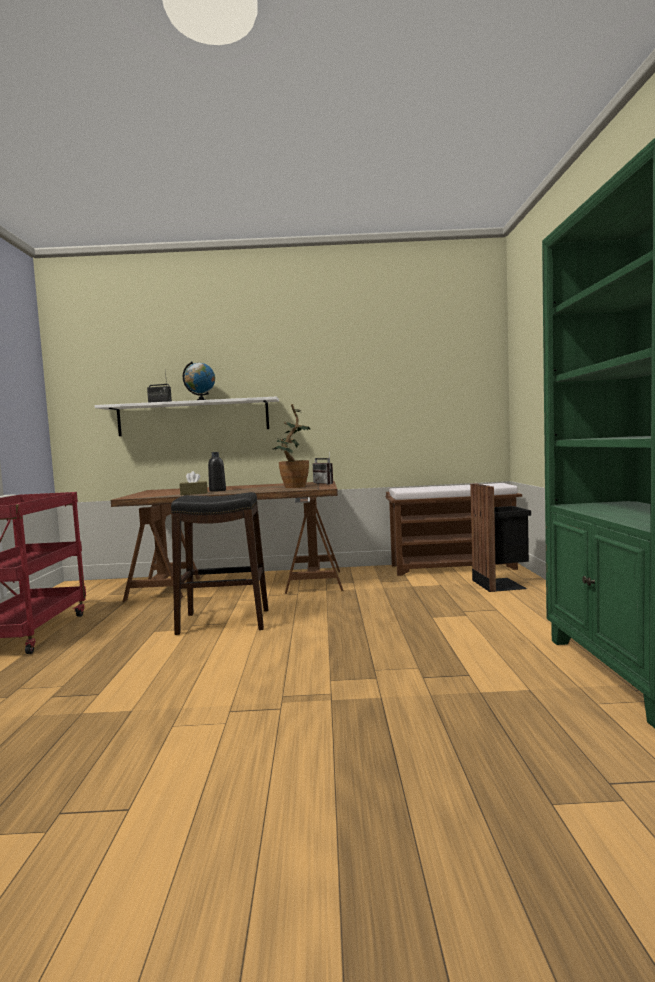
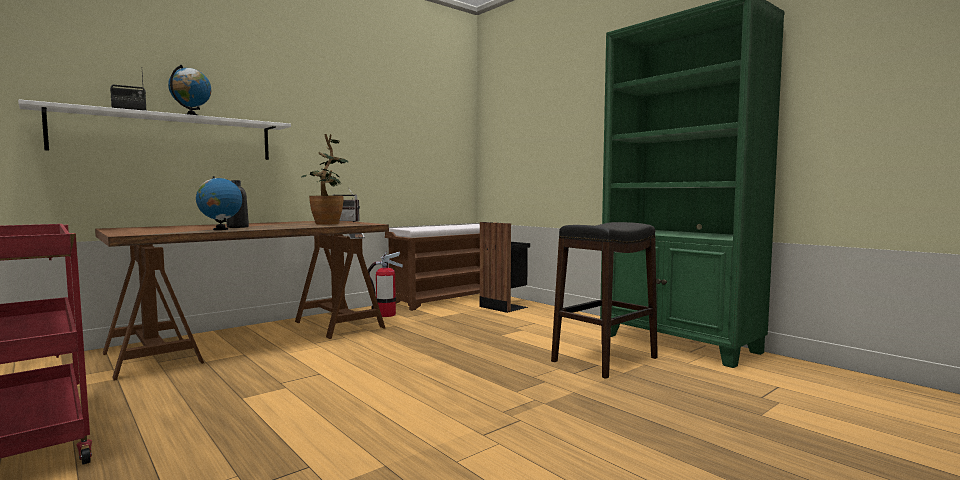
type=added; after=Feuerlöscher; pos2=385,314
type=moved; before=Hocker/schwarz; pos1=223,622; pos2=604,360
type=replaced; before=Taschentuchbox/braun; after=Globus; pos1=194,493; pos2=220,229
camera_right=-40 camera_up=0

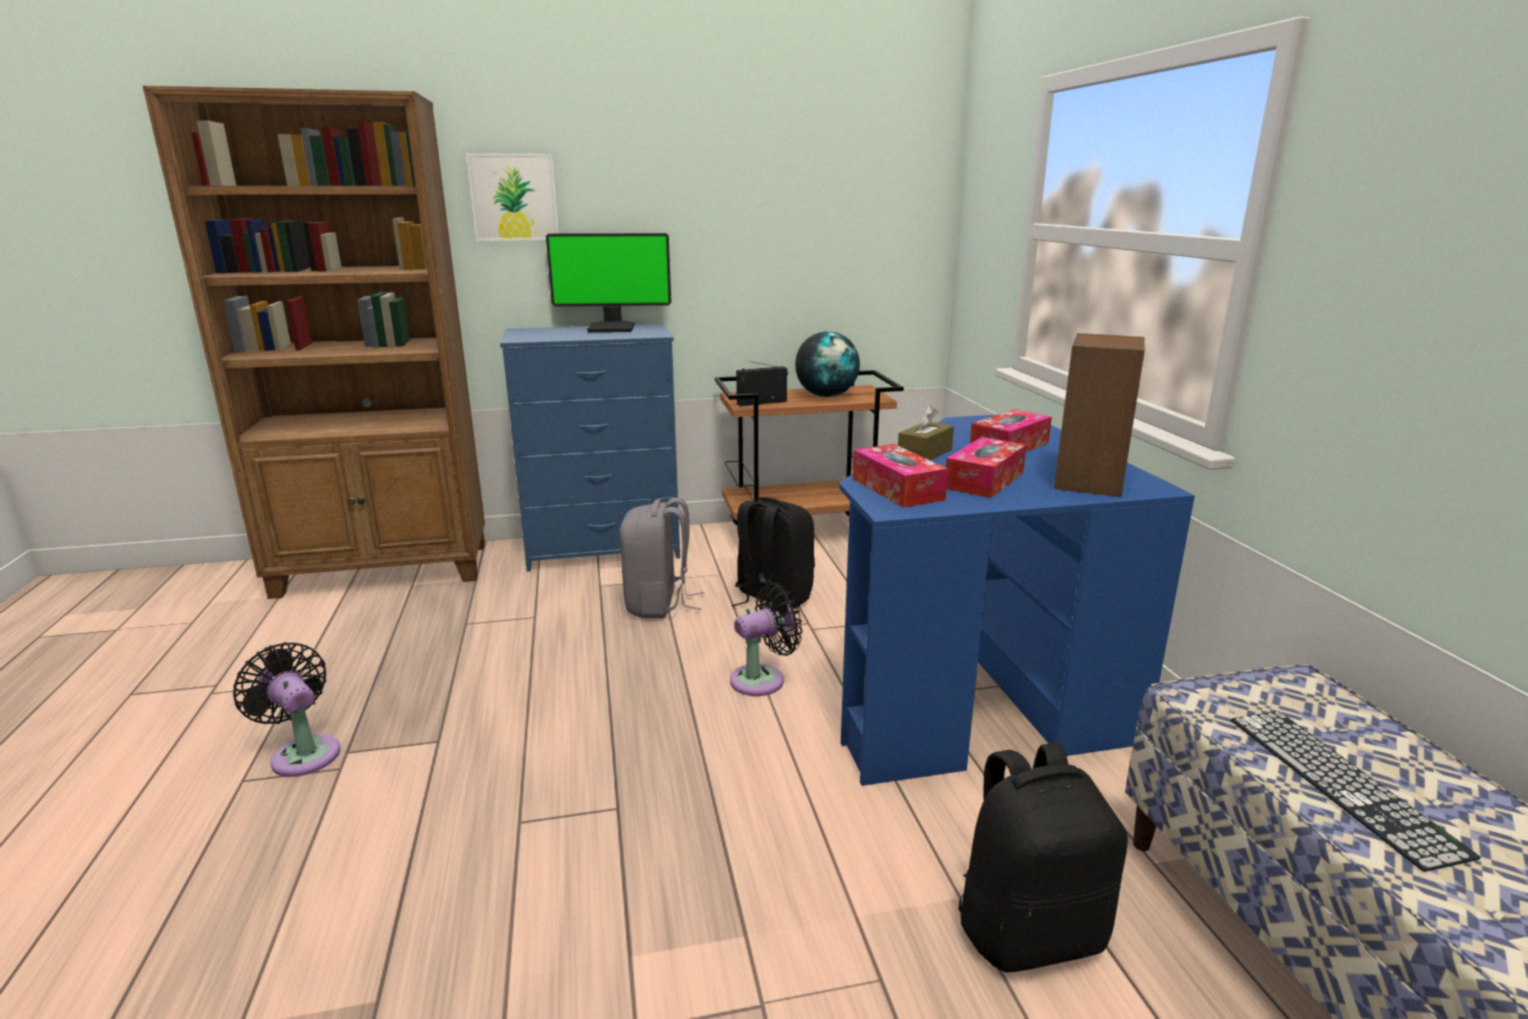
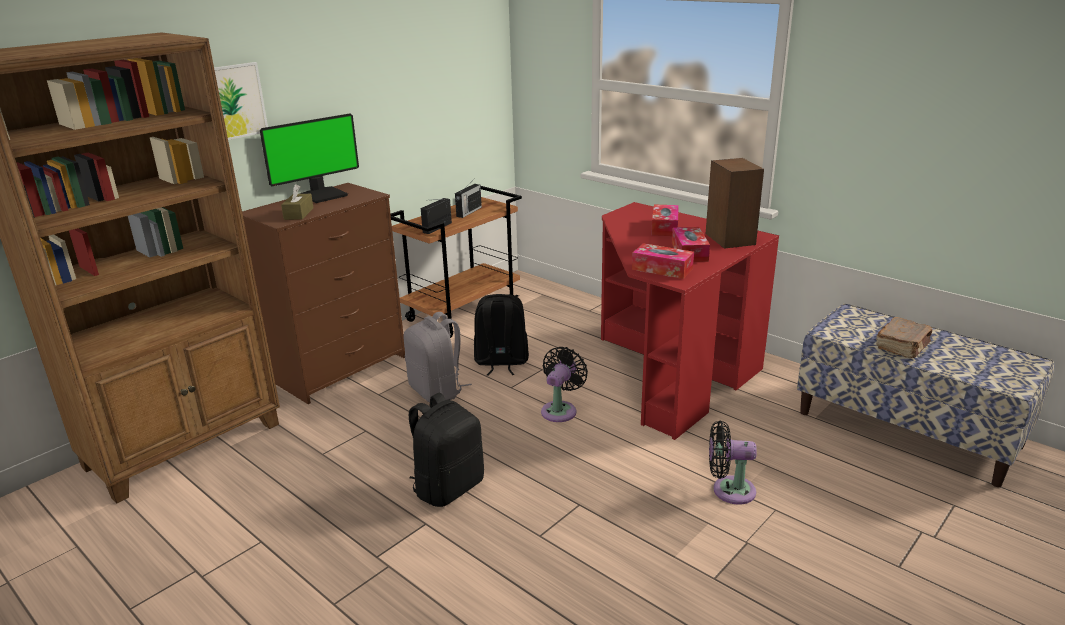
type=moved; before=Ventilator/schwarz; pos1=303,753; pos2=729,490
type=moved; before=Taschentuchbox/braun; pos1=925,453; pos2=298,213
type=moved; before=Rucksack/schwarz; pos1=1029,931; pos2=448,487
type=replaced; before=Globus; after=Radio; pos1=826,396; pos2=468,212
type=replaced; before=Tastatur; after=Buch/braun; pos1=1341,782; pos2=902,347
type=recoloured; before=Kommode/blau; after=Kommode/braun; pos1=604,548; pos2=340,368
type=recoloured; before=Schreibtisch/blau; after=Schreibtisch/rot; pos1=974,688; pos2=666,372
camera_right=-35 camera_up=5

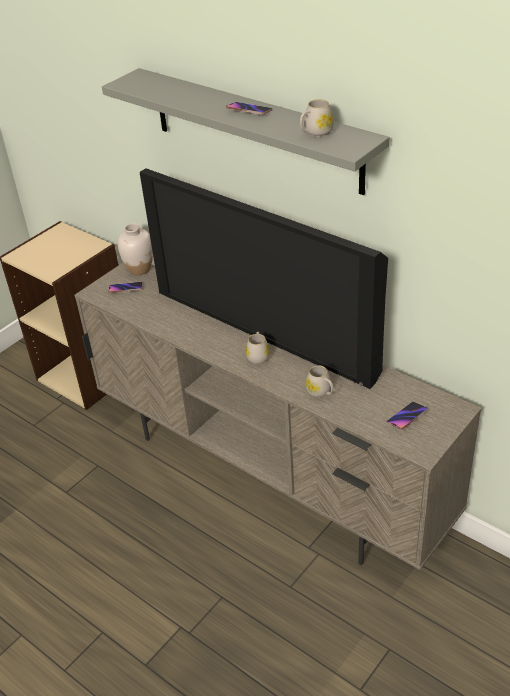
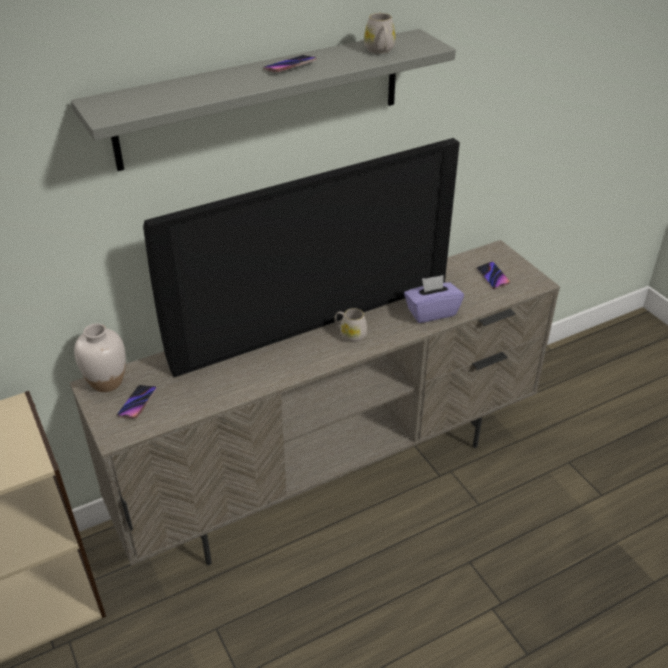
type=replaced; before=Henkelbecher/weiß; after=Taschentuchbox/lila; pos1=321,392; pos2=431,312
camera_right=-70 camera_up=0

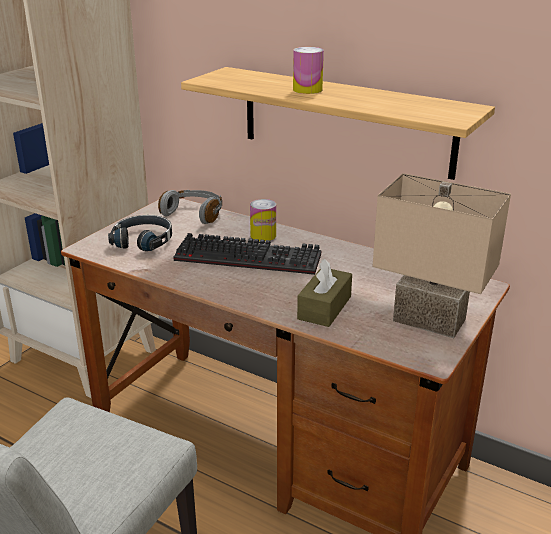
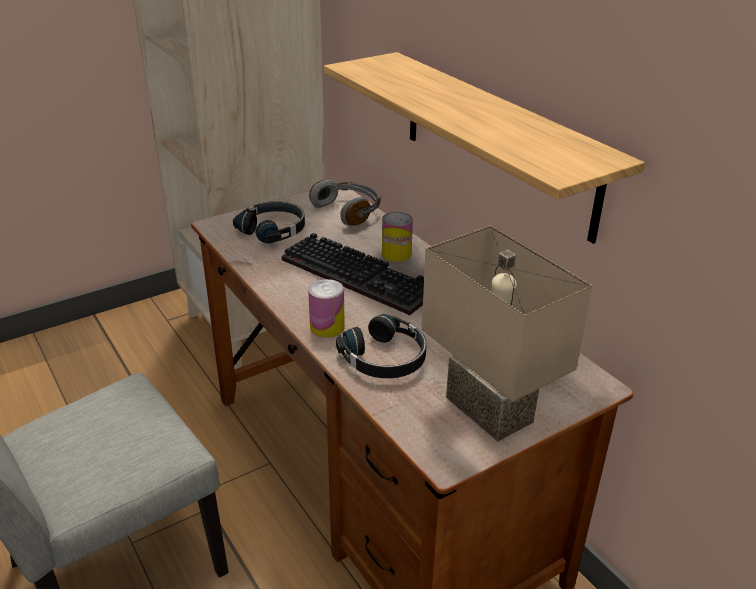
type=moved; before=Dose; pos1=307,90; pos2=327,327
type=replaced; before=Taschentuchbox/braun; after=Kopfhörer/schwarz; pos1=324,308; pos2=385,358
camera_right=25 camera_up=5

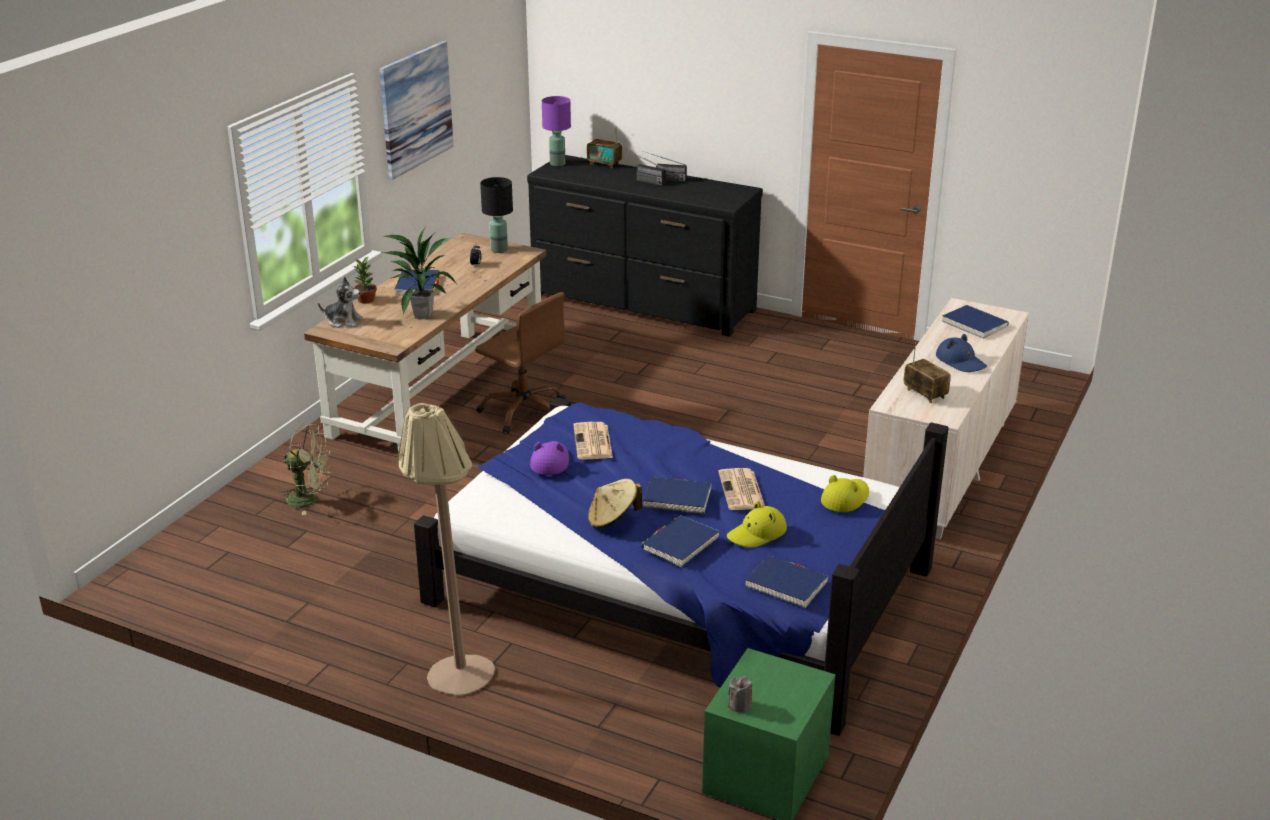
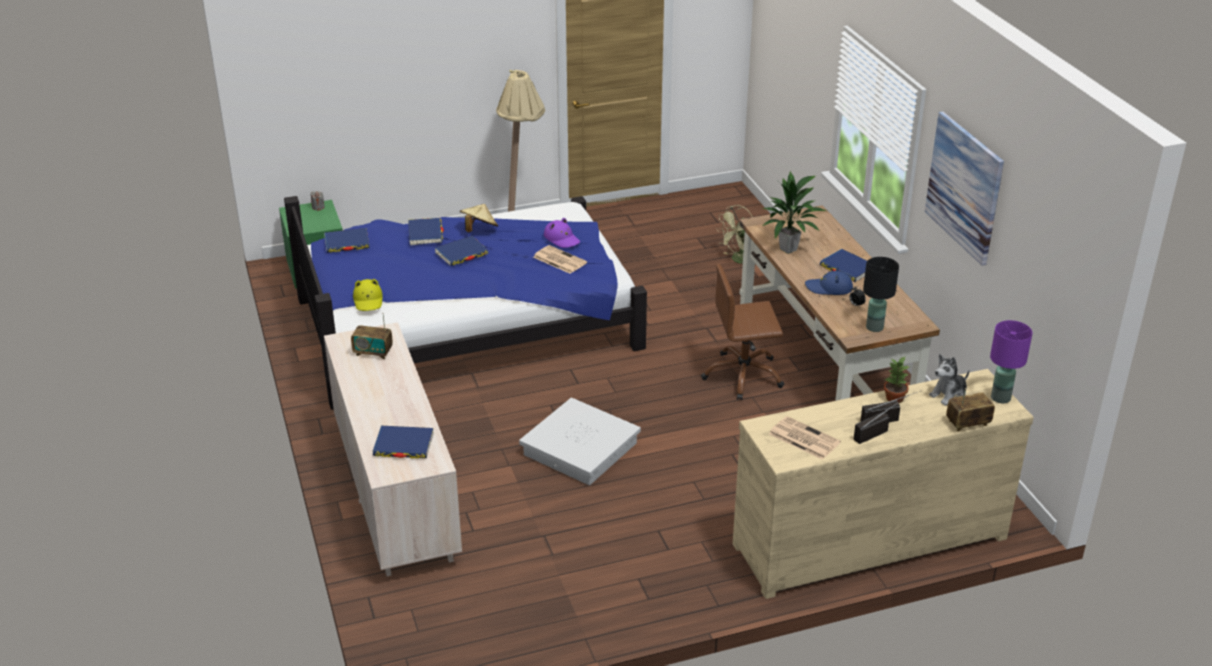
type=removed; before=Hut/gelb; pos1=757,534
type=added; after=Aufbewahrungsbox/weiß; pos2=580,448
type=moved; before=Plüschtier; pos1=343,321; pos2=949,394
type=moved; before=Topfpflanze; pos1=366,300; pos2=894,398
type=moved; before=Zeitung; pos1=742,491; pos2=803,438
type=moved; before=Hut/blau; pos1=960,361; pos2=829,288
type=recoloured; before=Kommode/schwarz; after=Kommode/beige; pos1=643,303; pos2=868,540
camera_right=135 camera_up=5

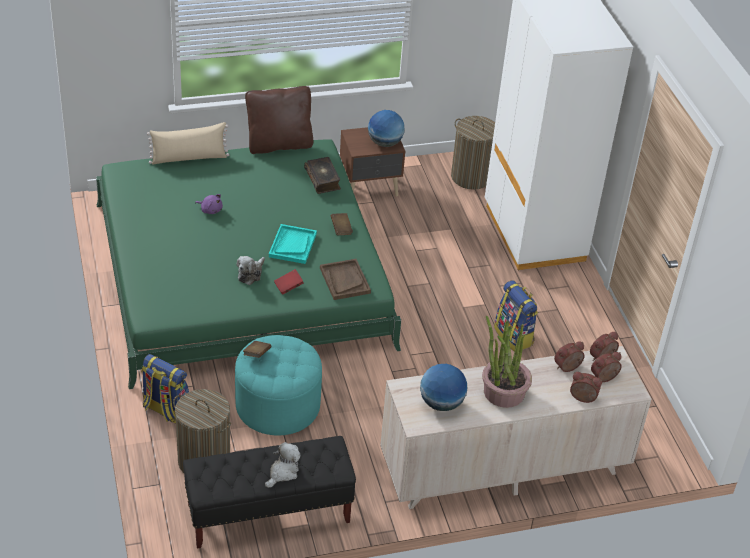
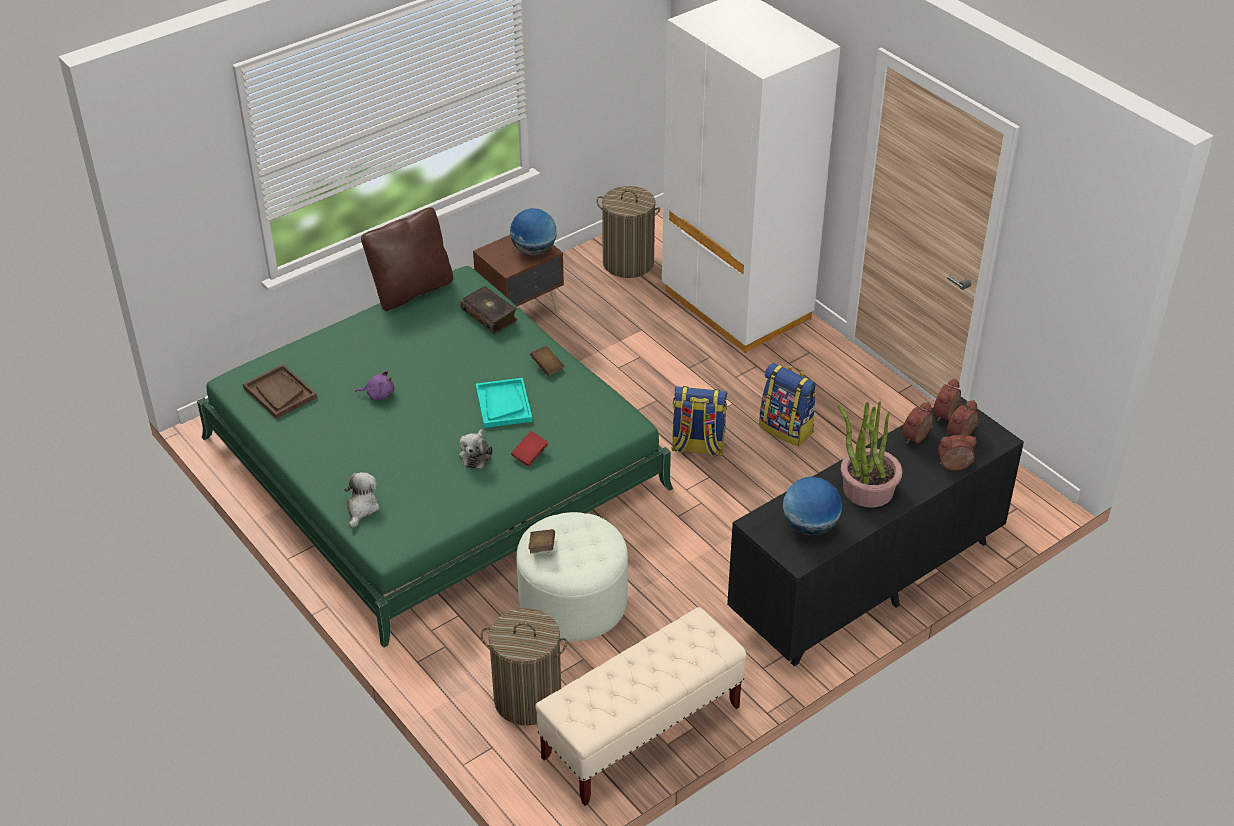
type=removed; before=Kissen/beige; pos1=189,158
type=moved; before=Rucksack; pos1=165,409; pos2=697,447
type=moved; before=Plüschtier; pos1=283,472; pos2=362,508
type=moved; before=Tablett/braun; pos1=344,280; pos2=280,393
type=recoloured; before=Bank/schwarz; after=Bank/beige; pos1=268,514; pos2=641,733
type=recoloured; before=Polsterhocker/türkis; after=Polsterhocker/weiß; pos1=278,405; pos2=573,602
type=recoloured; before=Kommode/beige; after=Kommode/schwarz; pos1=503,468; pos2=866,581
camera_right=-20 camera_up=0

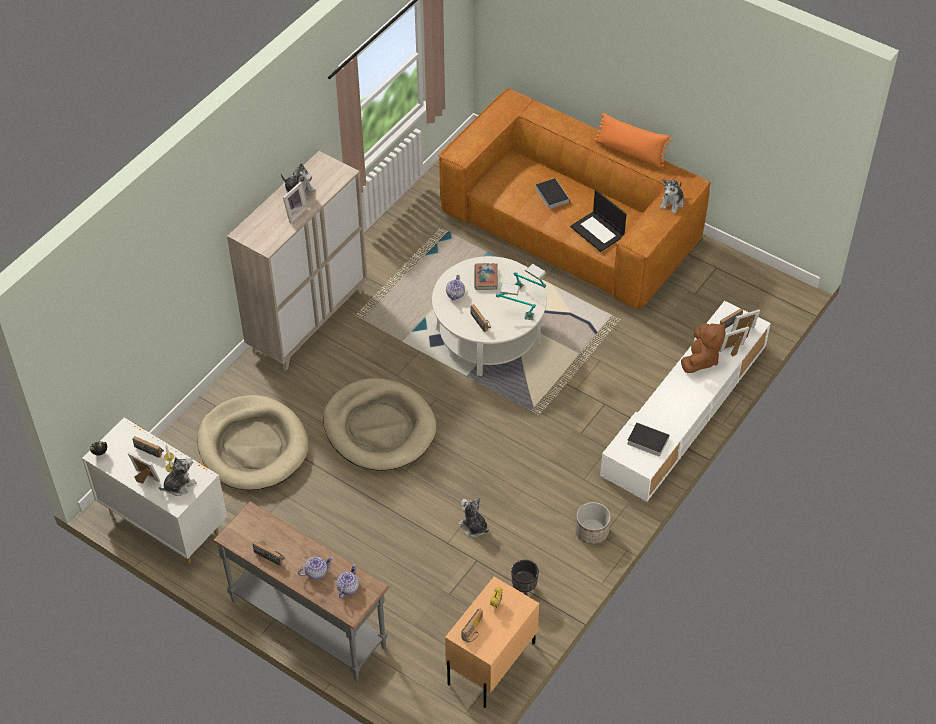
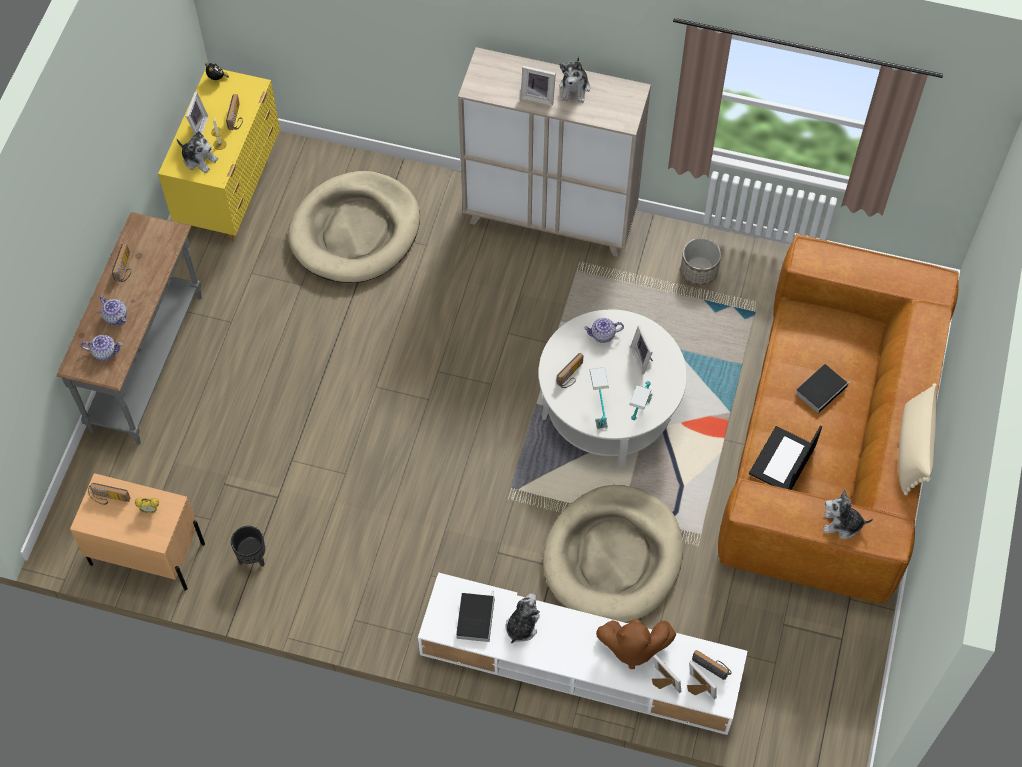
type=moved; before=Hundebett/beige; pos1=379,428; pos2=613,557
type=moved; before=Plüschtier; pos1=473,527; pos2=521,626
type=moved; before=Pflanzkübel; pos1=592,532; pos2=698,271
type=replaced; before=Buch; after=Bilderrahmen; pos1=486,278; pos2=642,359
type=recoloured; before=Kommode/weiß; after=Kommode/gelb; pos1=164,521; pos2=231,190
type=recoloured; before=Kissen/orange; after=Kissen/beige; pos1=630,152; pos2=913,448
camera_right=70 camera_up=10

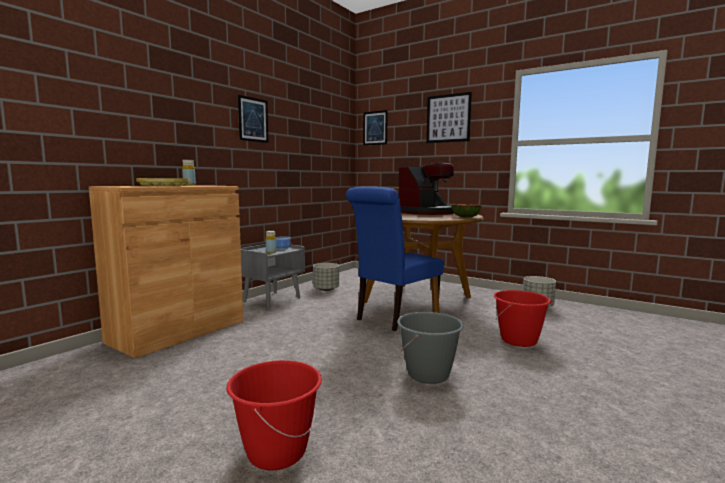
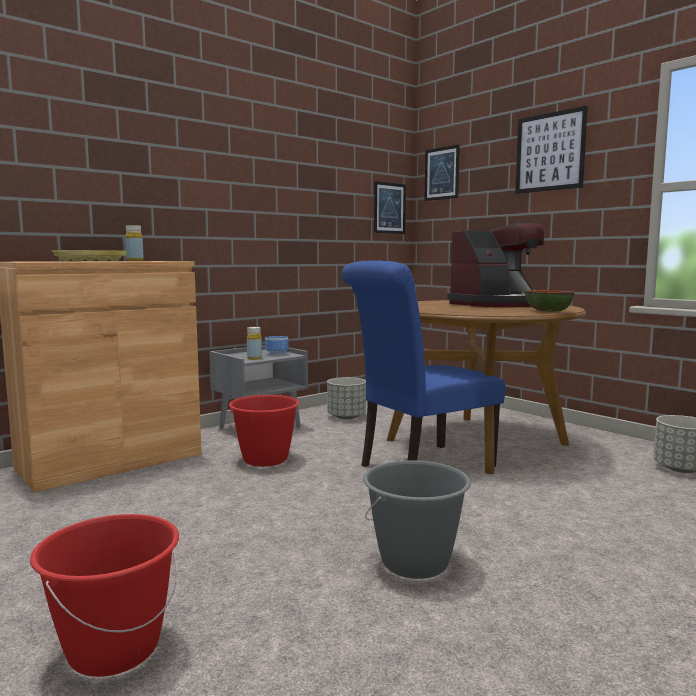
type=moved; before=Bild; pos1=253,119; pos2=389,208
type=moved; before=Eimer/rot; pos1=519,340; pos2=265,459
camera_right=15 camera_up=0

